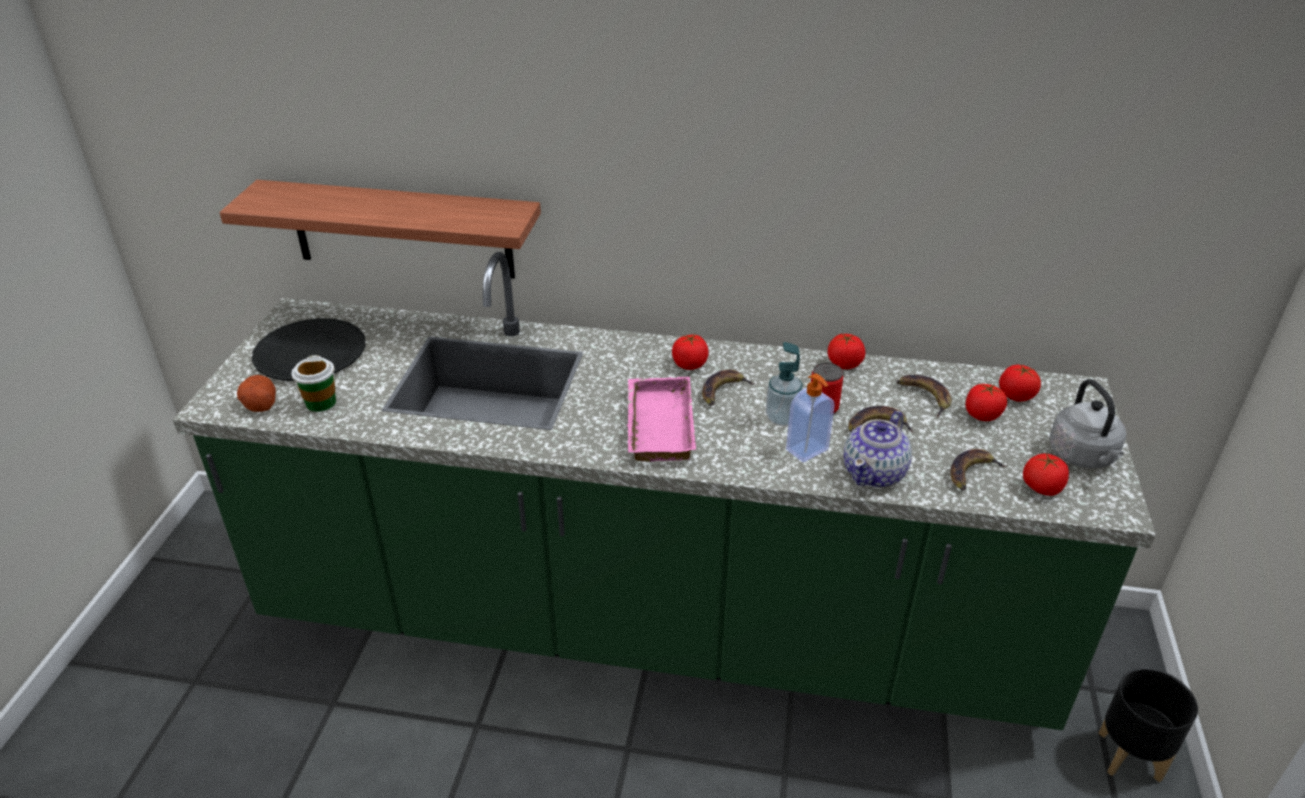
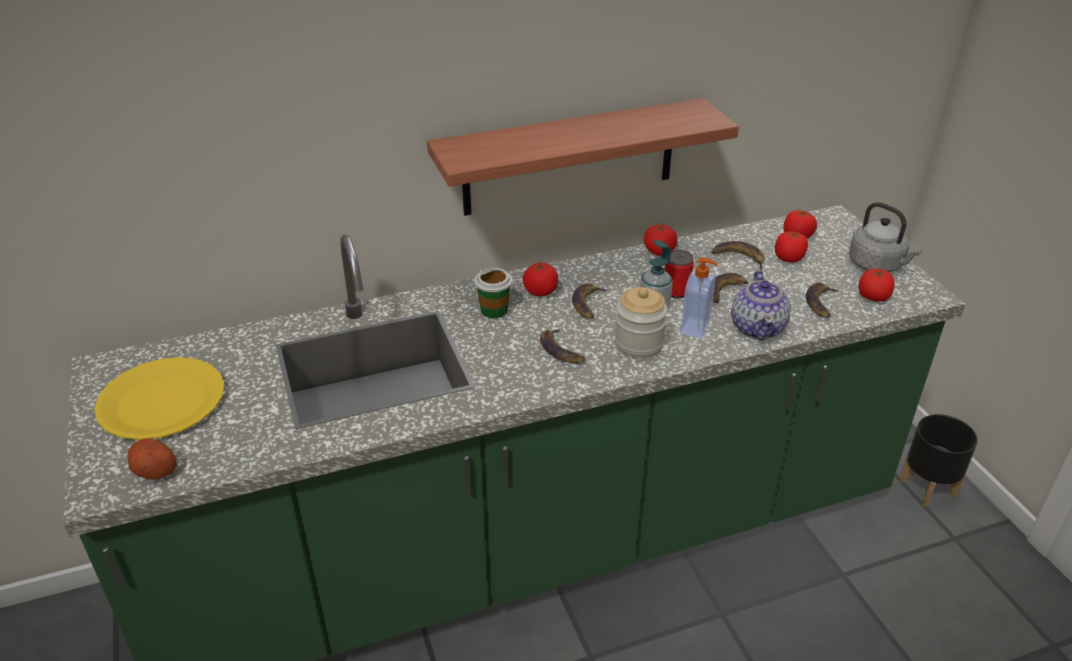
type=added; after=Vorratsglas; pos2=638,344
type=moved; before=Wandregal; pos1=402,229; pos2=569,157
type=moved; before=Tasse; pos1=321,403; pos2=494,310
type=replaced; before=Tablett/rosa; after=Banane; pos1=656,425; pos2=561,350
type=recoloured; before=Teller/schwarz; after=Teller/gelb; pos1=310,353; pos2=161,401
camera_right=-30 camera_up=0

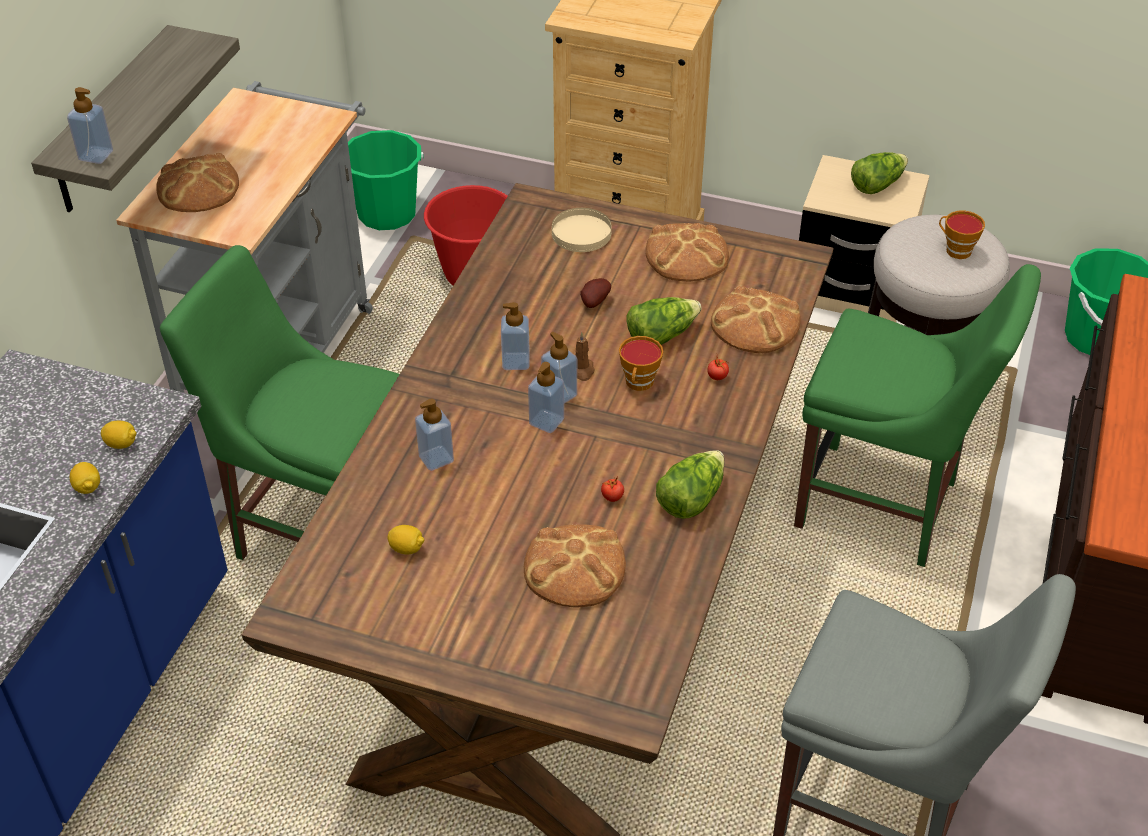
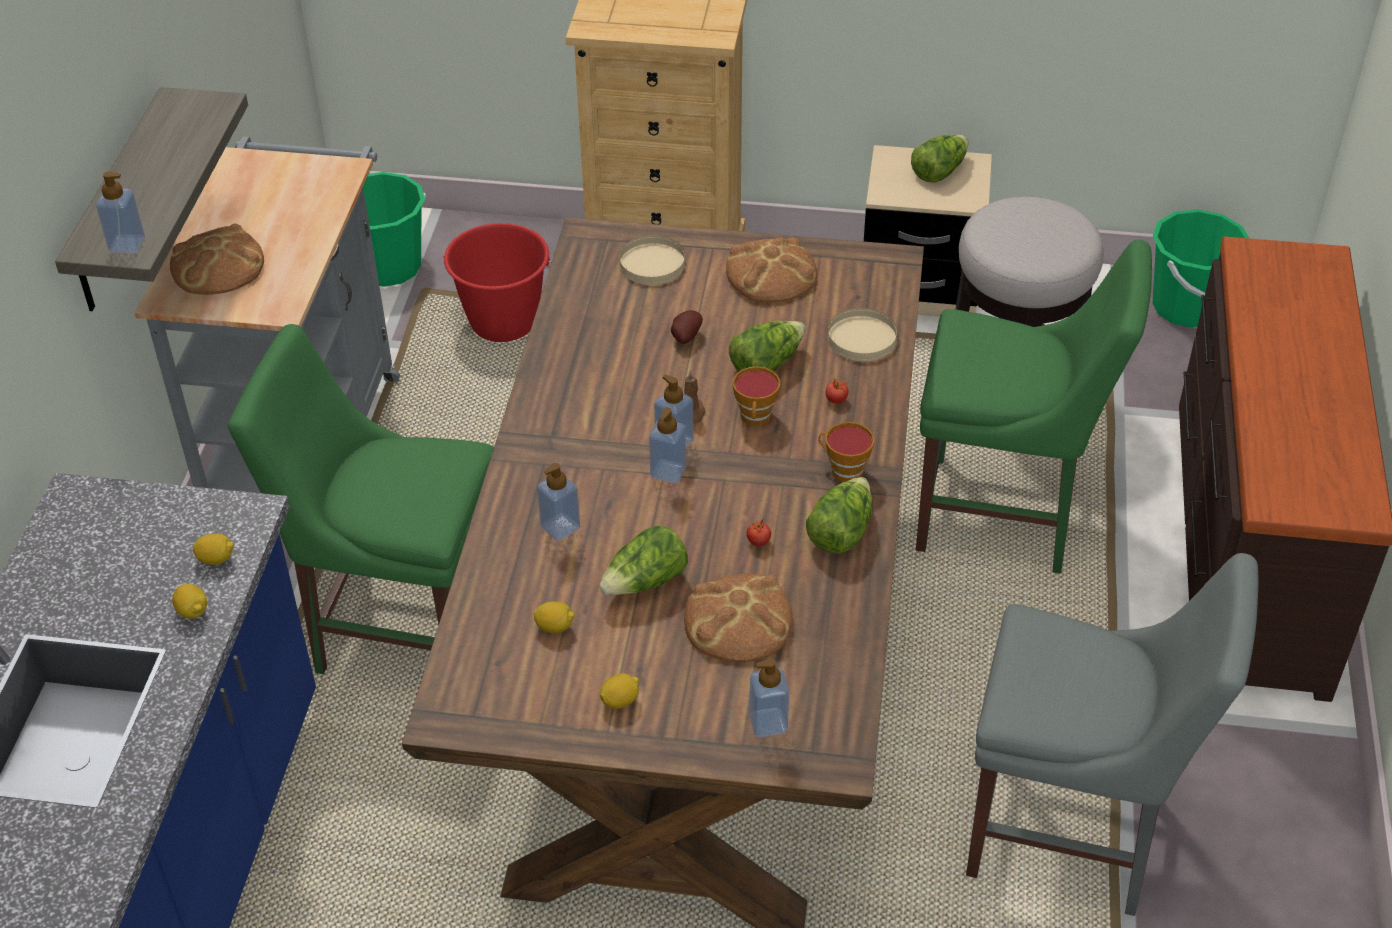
type=added; after=Salatkopf; pos2=646,582
type=added; after=Zitrone; pos2=620,700
type=moved; before=Seifenspender; pos1=516,362; pos2=768,723
type=moved; before=Tasse; pos1=955,250; pos2=843,470
type=replaced; before=Brot; after=Teller/beige; pos1=755,324; pos2=862,338
camera_right=-10 camera_up=0

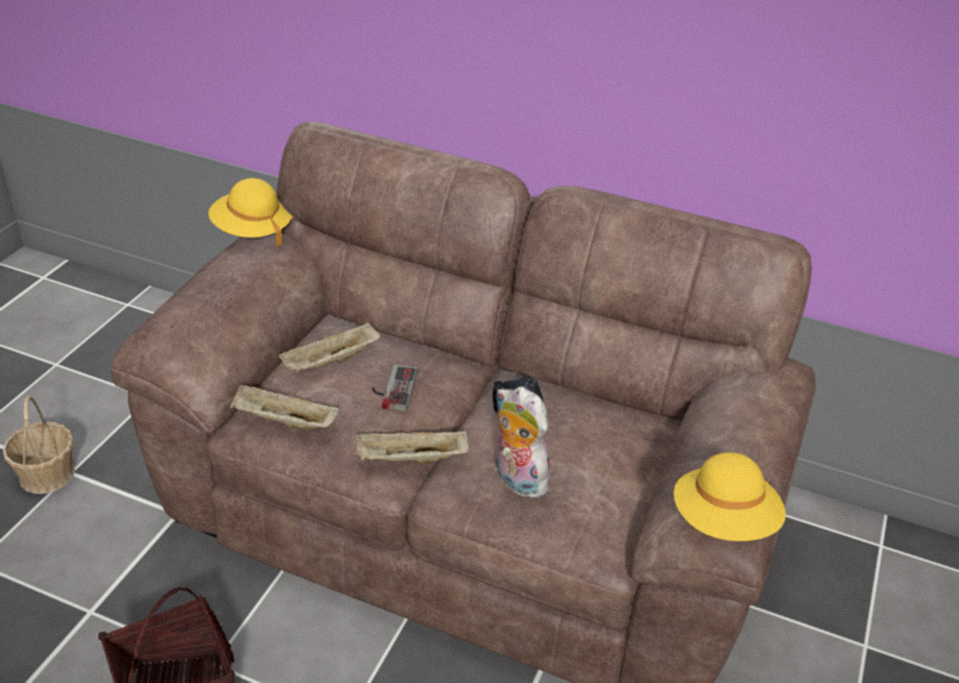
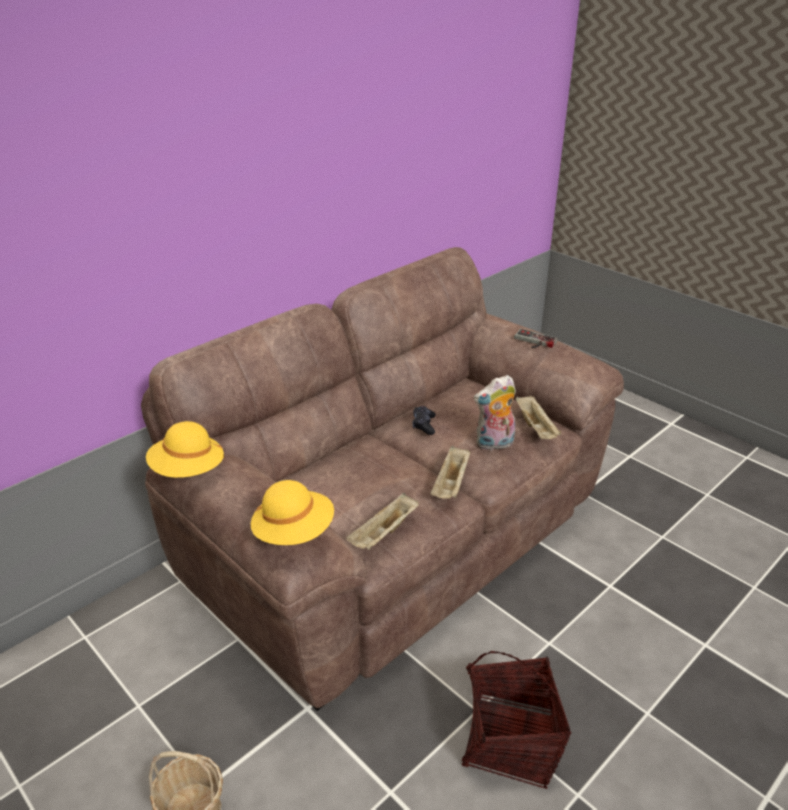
type=moved; before=Tablett/beige; pos1=331,362; pos2=536,428
type=moved; before=Gamepad; pos1=392,389; pos2=533,341
type=moved; before=Hut/gelb; pos1=724,521; pos2=294,532
camera_right=-65 camera_up=-5

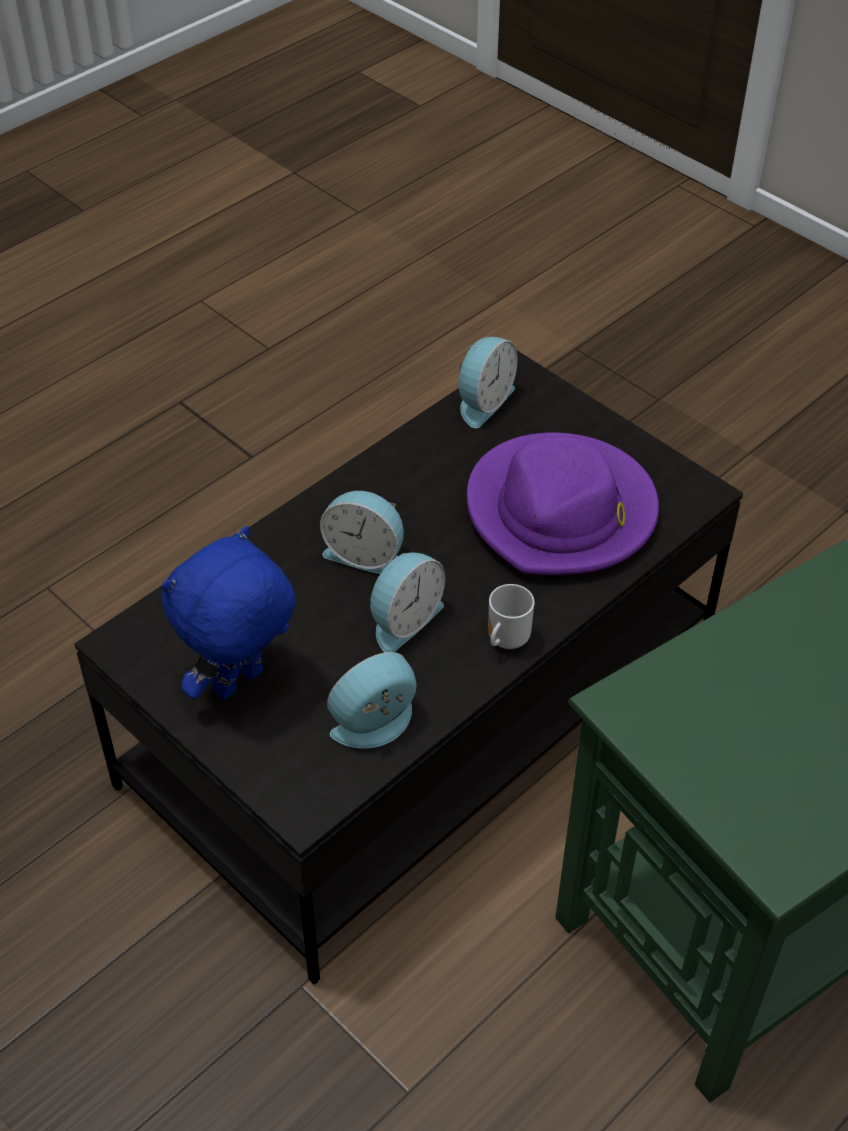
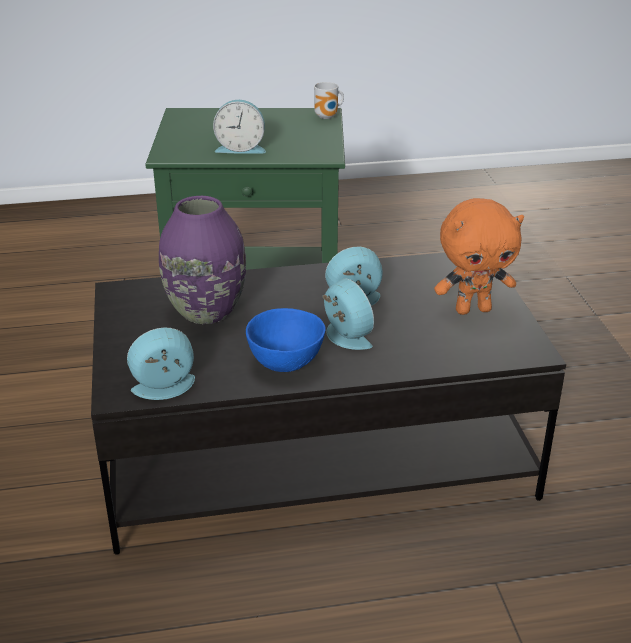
type=added; after=Schüssel/blau; pos2=287,363
type=moved; before=Wecker; pos1=377,726; pos2=240,148
type=moved; before=Henkelbecher; pos1=505,640; pos2=328,117
type=replaced; before=Hut/lila; after=Vase/lila; pos1=562,512; pos2=205,311
type=recoloured; before=Plüschtier/blau; after=Plüschtier/orange; pos1=240,684; pos2=473,309
camera_right=-145 camera_up=-15

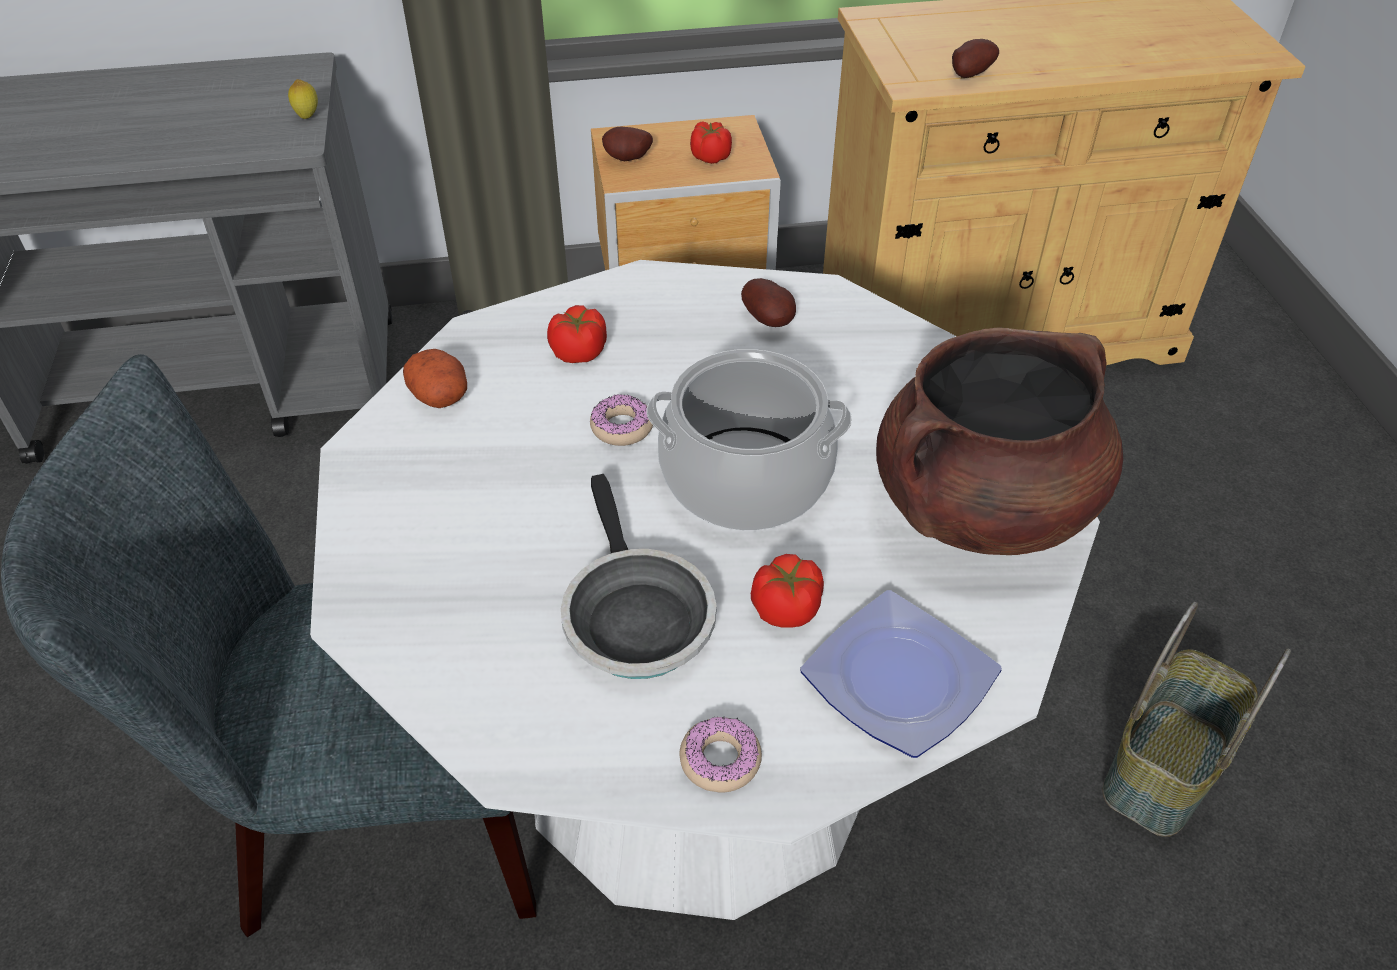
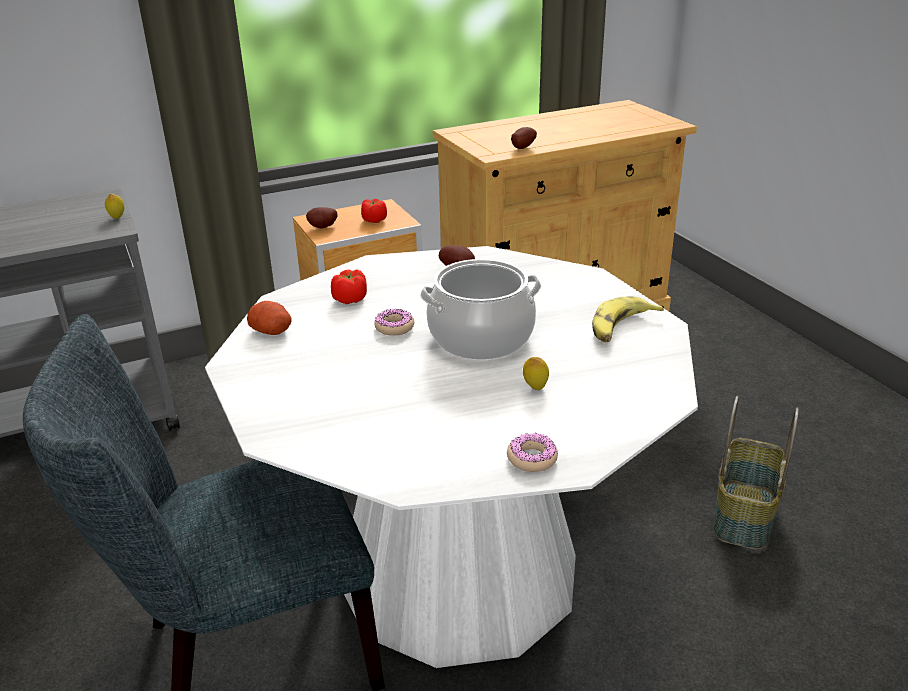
type=removed; before=Pfanne; pos1=634,617
type=removed; before=Teller; pos1=898,676
type=replaced; before=Tomate; after=Zitrone; pos1=787,609; pos2=535,388
type=replaced; before=Kochtopf/braun; after=Banane; pos1=982,508; pos2=621,328
camera_right=-15 camera_up=-15

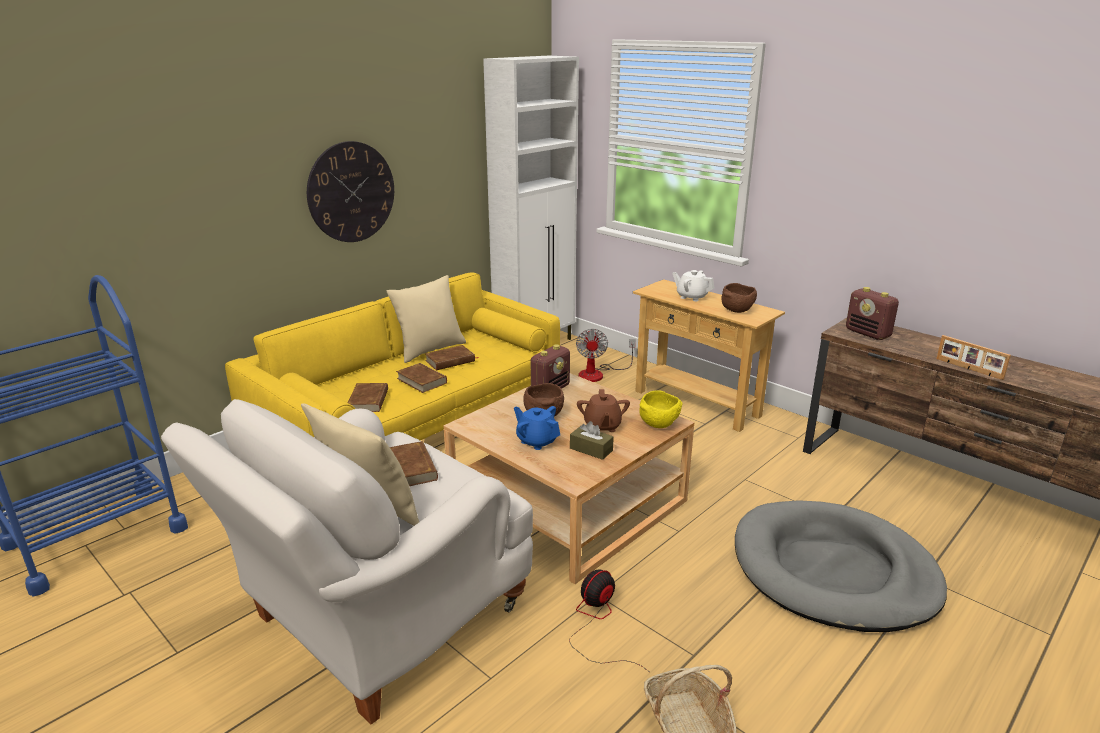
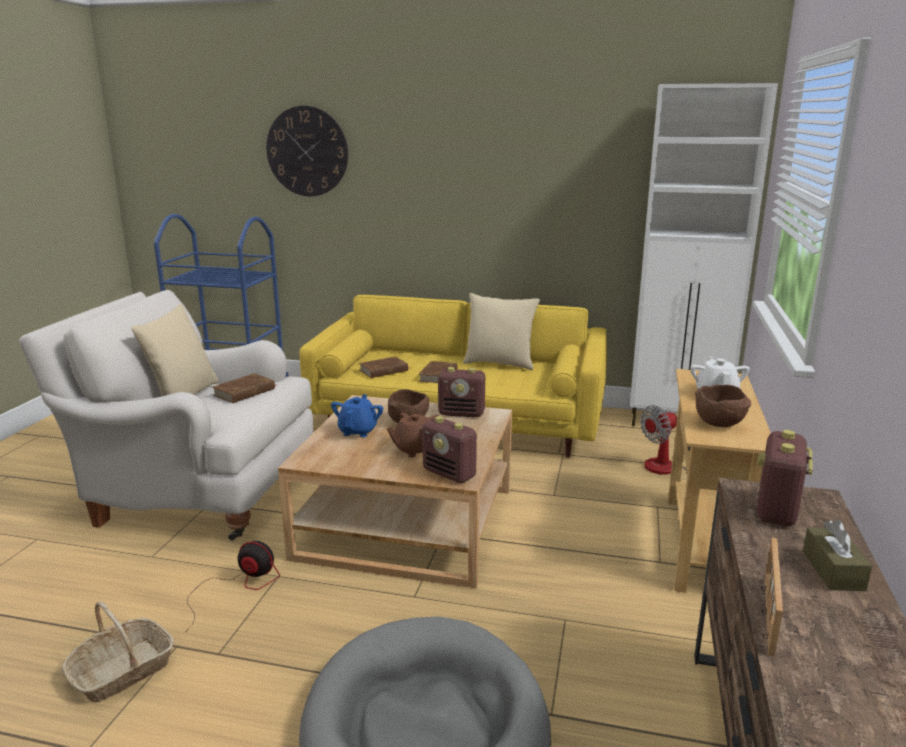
type=removed; before=Buch/braun; pos1=450,361
type=moved; before=Wanduhr; pos1=351,192; pos2=307,151
type=moved; before=Taschentuchbox/braun; pos1=591,449; pos2=833,570
type=replaced; before=Schüssel/gelb; after=Radio; pos1=659,424; pos2=450,474
camera_right=60 camera_up=-5

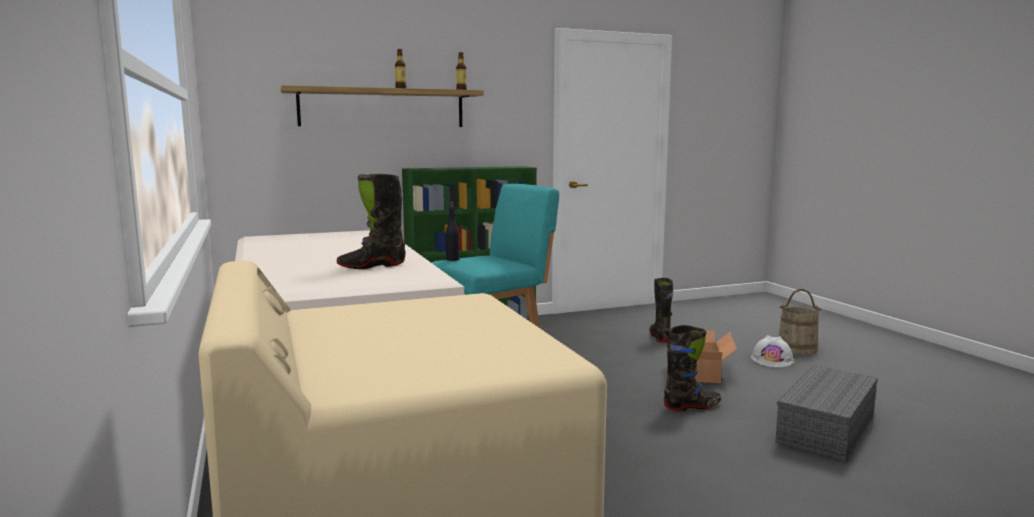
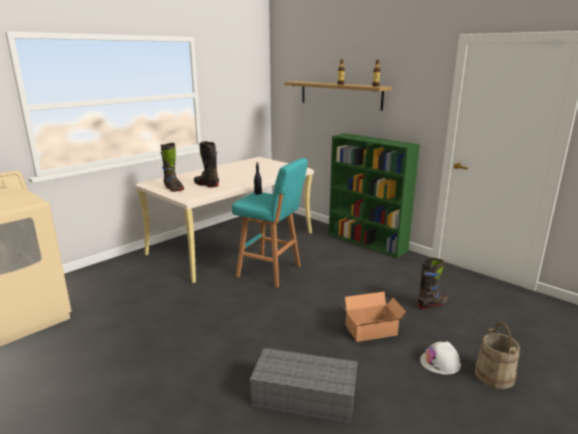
type=moved; before=Stiefel/schwarz; pos1=692,406; pos2=173,189
camera_right=65 camera_up=10

